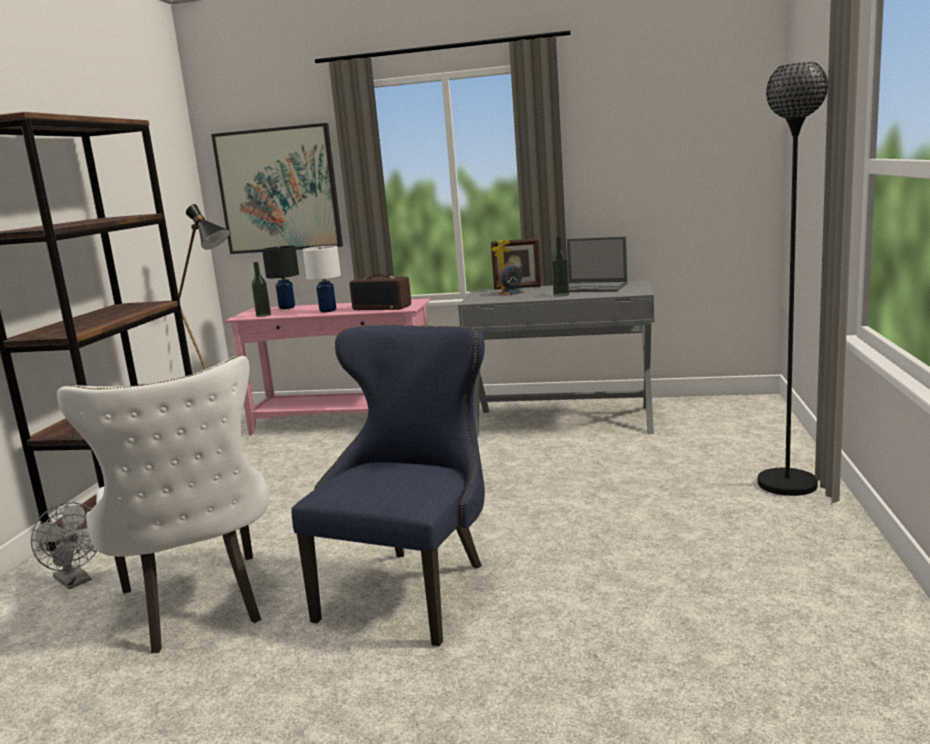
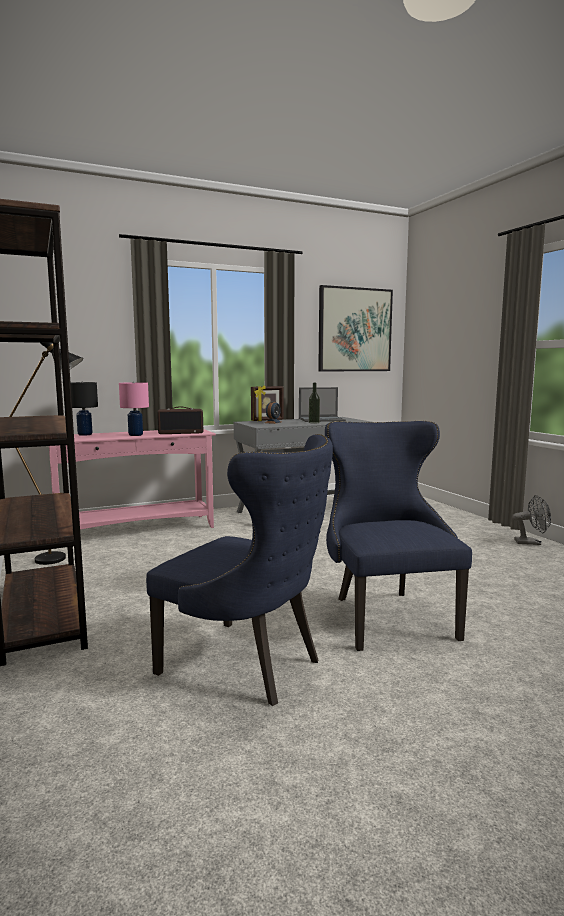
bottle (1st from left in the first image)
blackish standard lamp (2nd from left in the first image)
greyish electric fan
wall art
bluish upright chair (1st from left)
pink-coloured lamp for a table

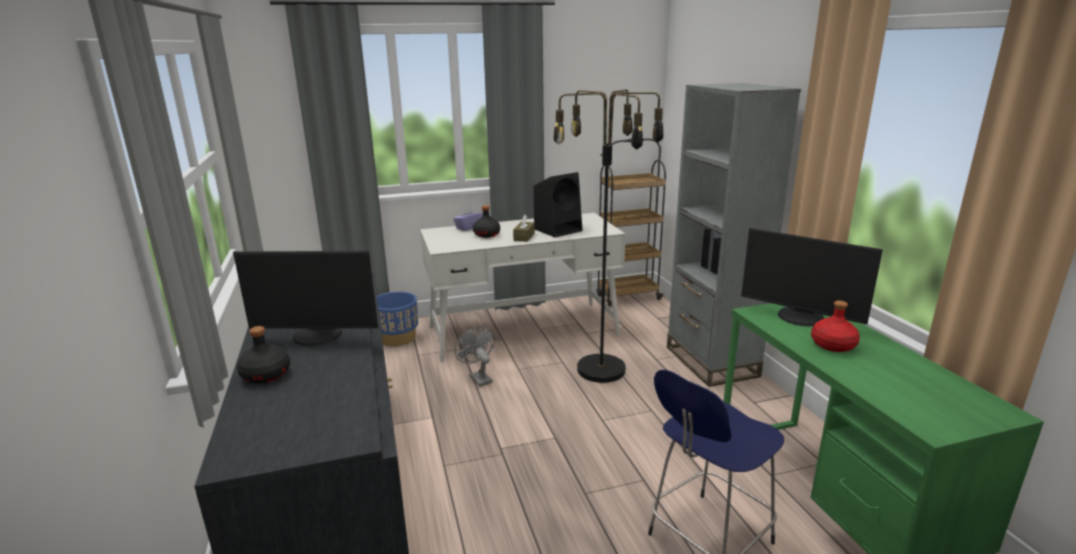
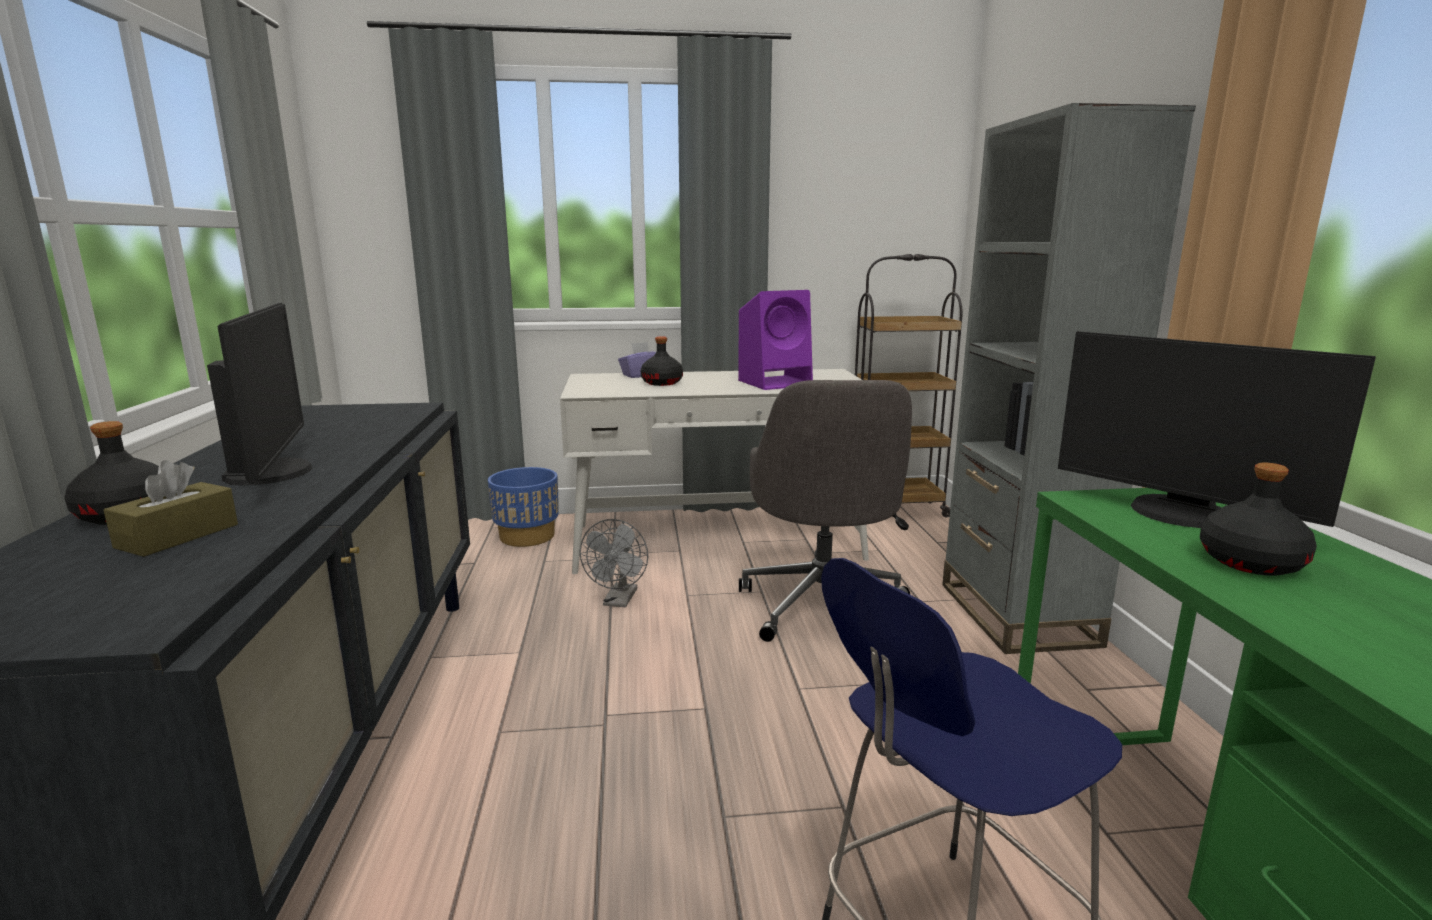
brown box of tissues
greyish office chair
purplish loudspeaker
blackish bottle (3rd from left)
monitor (1st from left)
greyish electric fan

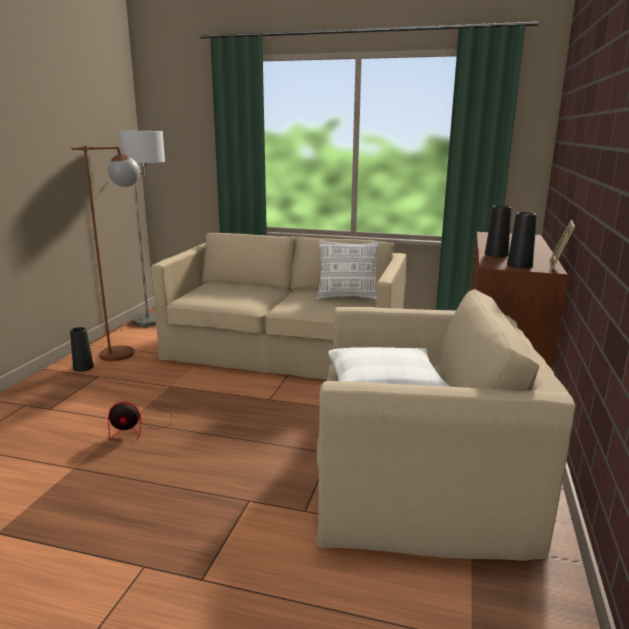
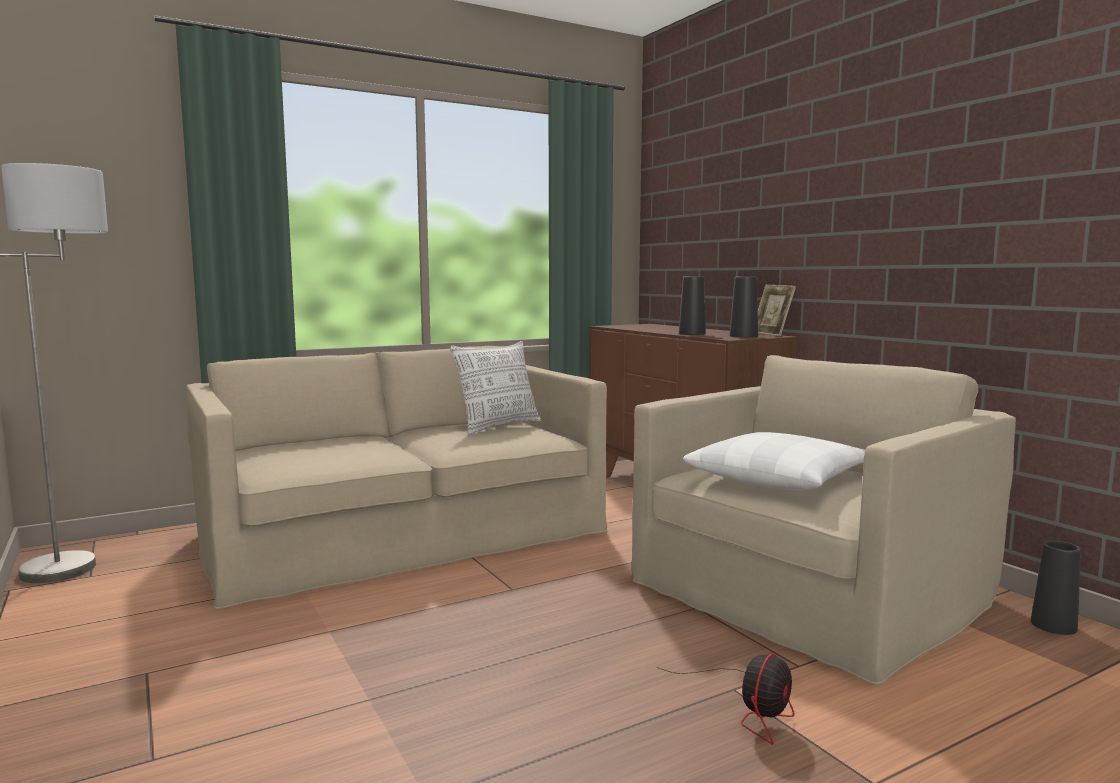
brown standard lamp
blackish vase (3rd from left)
electric fan

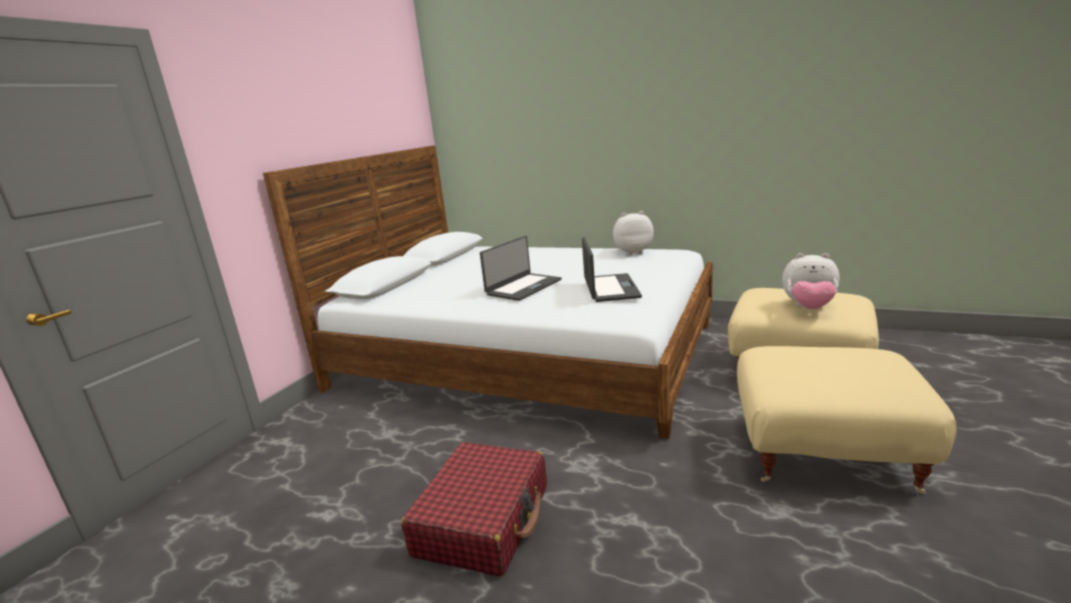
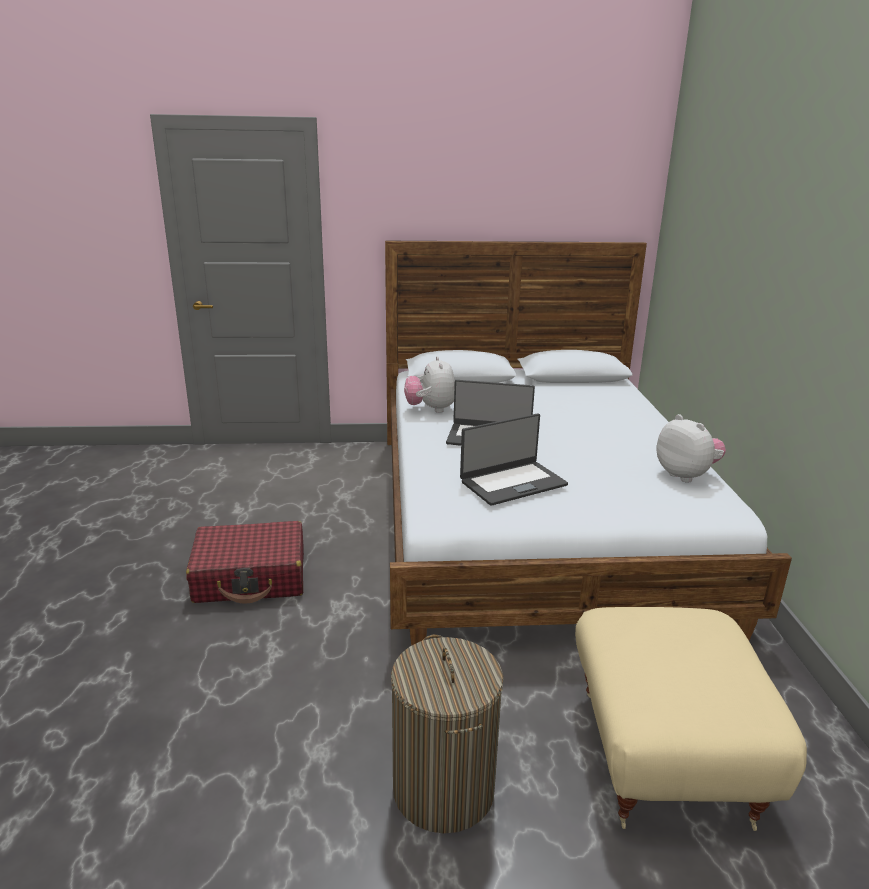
plush toy (1st from left)
laundry basket

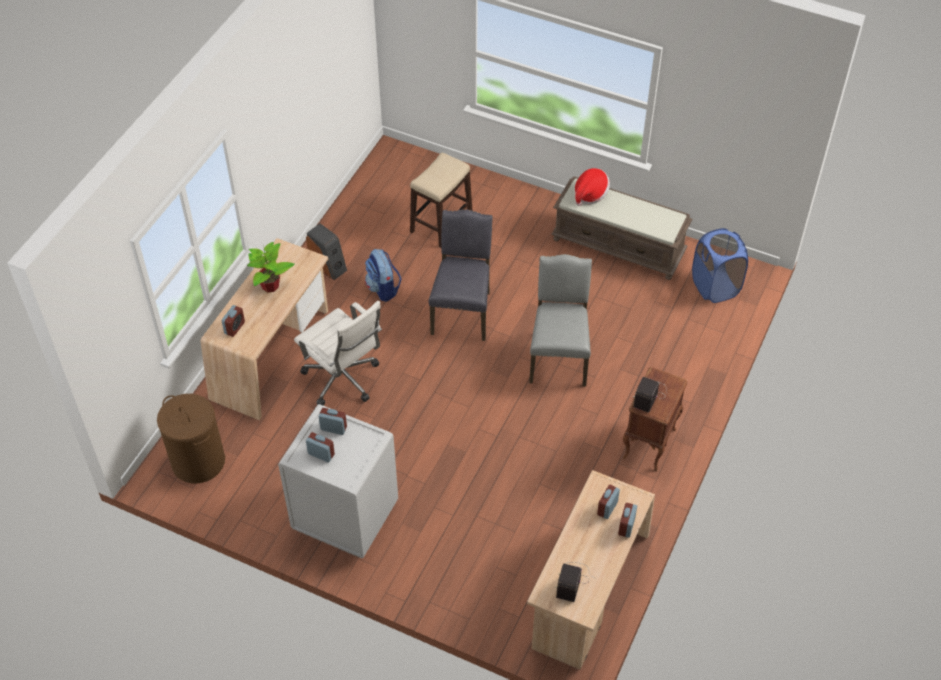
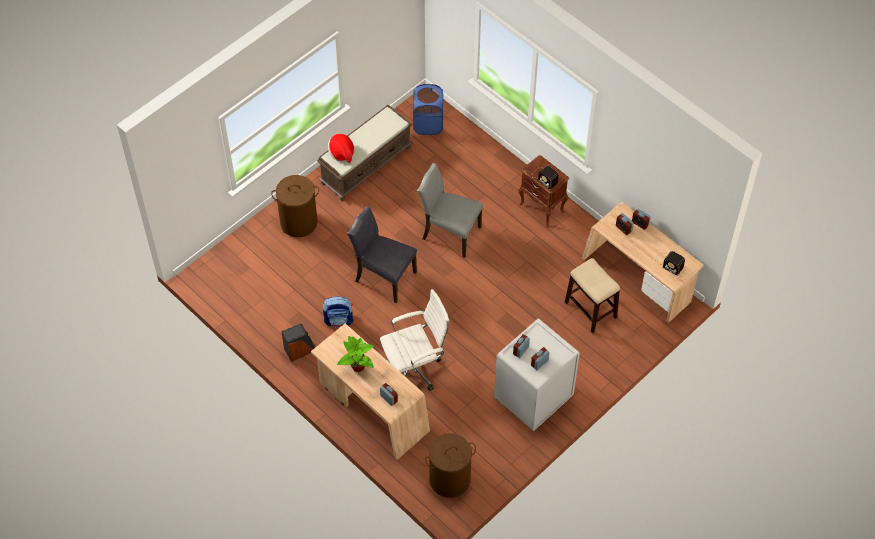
brown laundry basket (1st from left)
stool seat

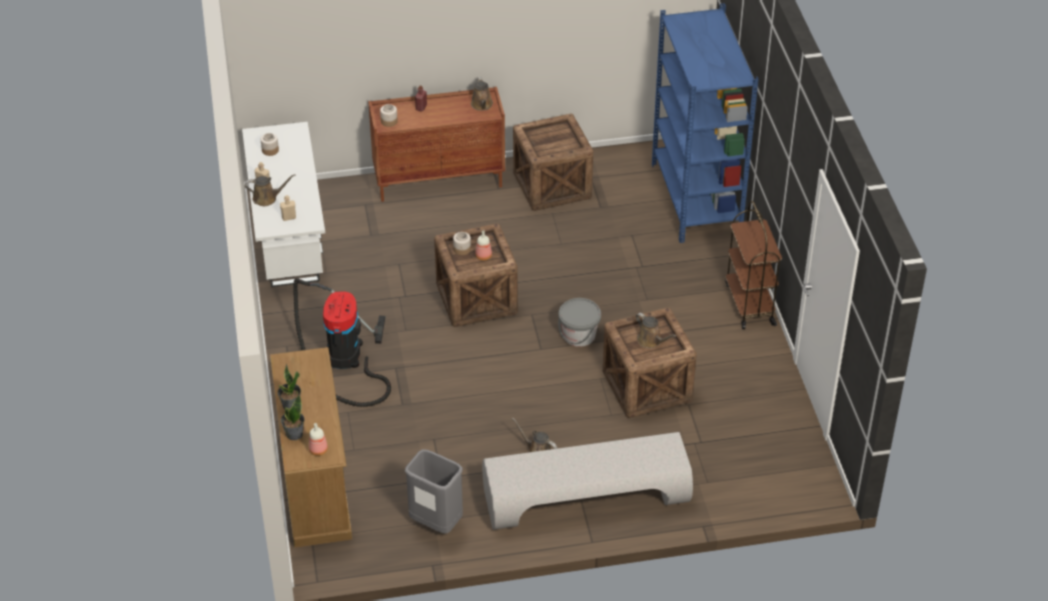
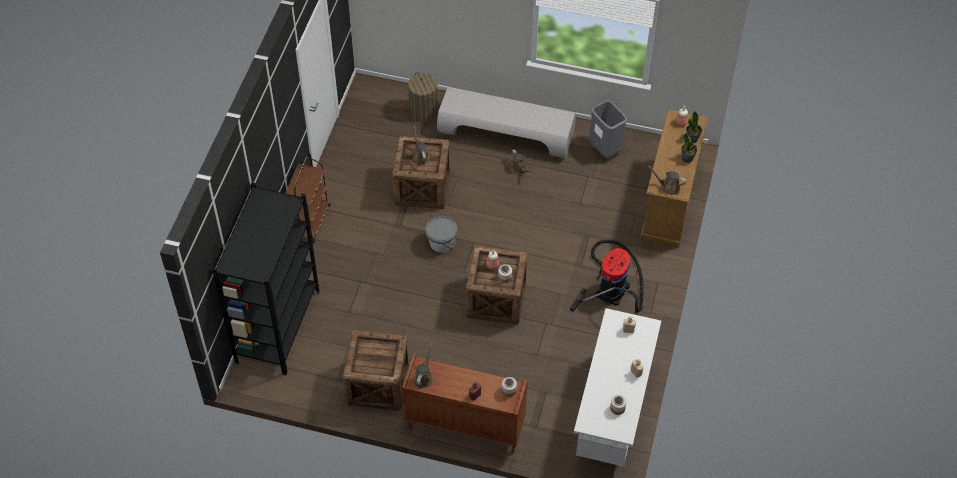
laundry basket
brown watering can (4th from left)
blackish bookcase

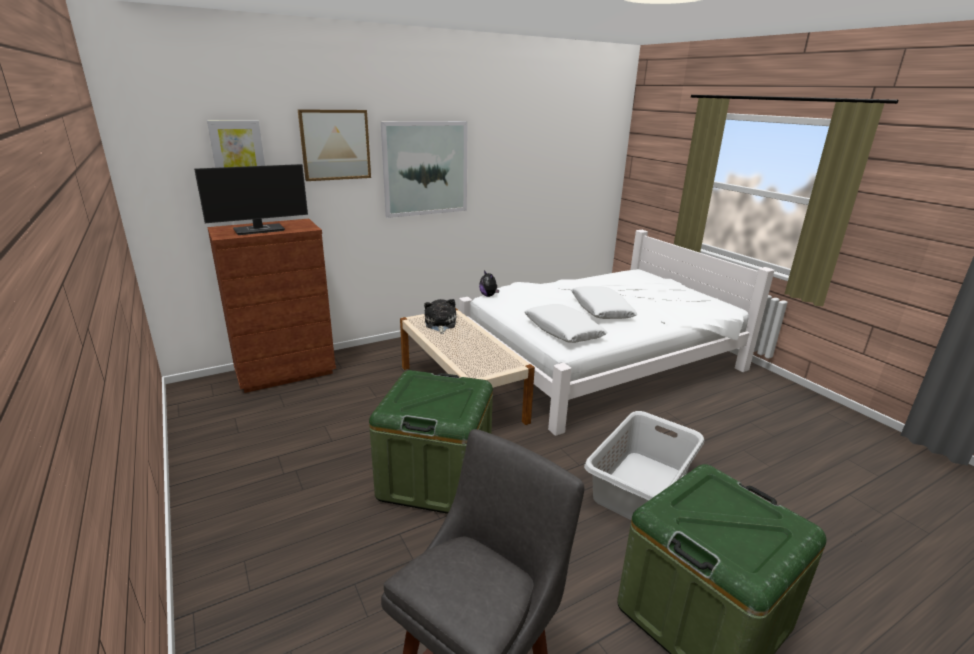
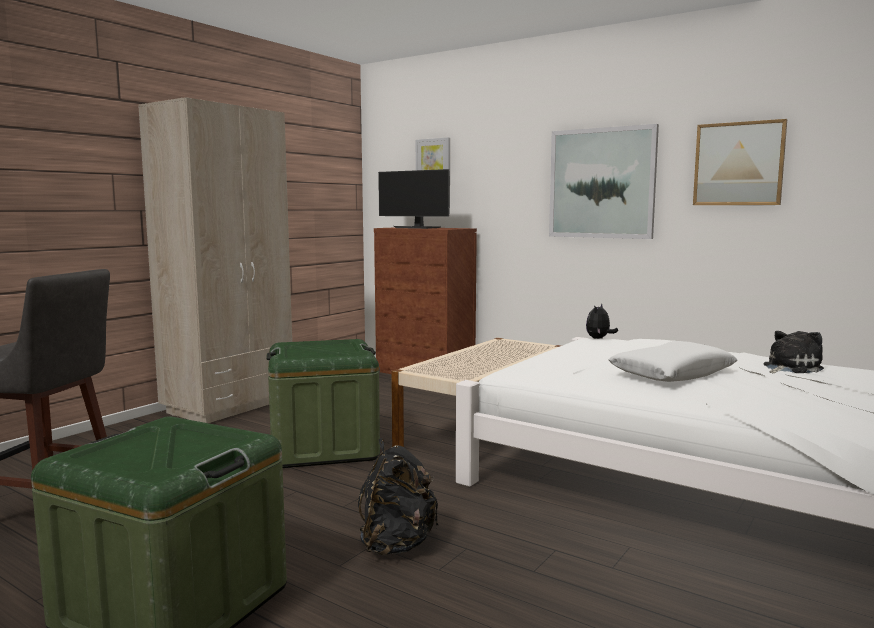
white-coloured pillow (1st from left in the first image)
sand-coloured armoire
wall art (3rd from left)
plush toy (2nd from left)
blackish rucksack

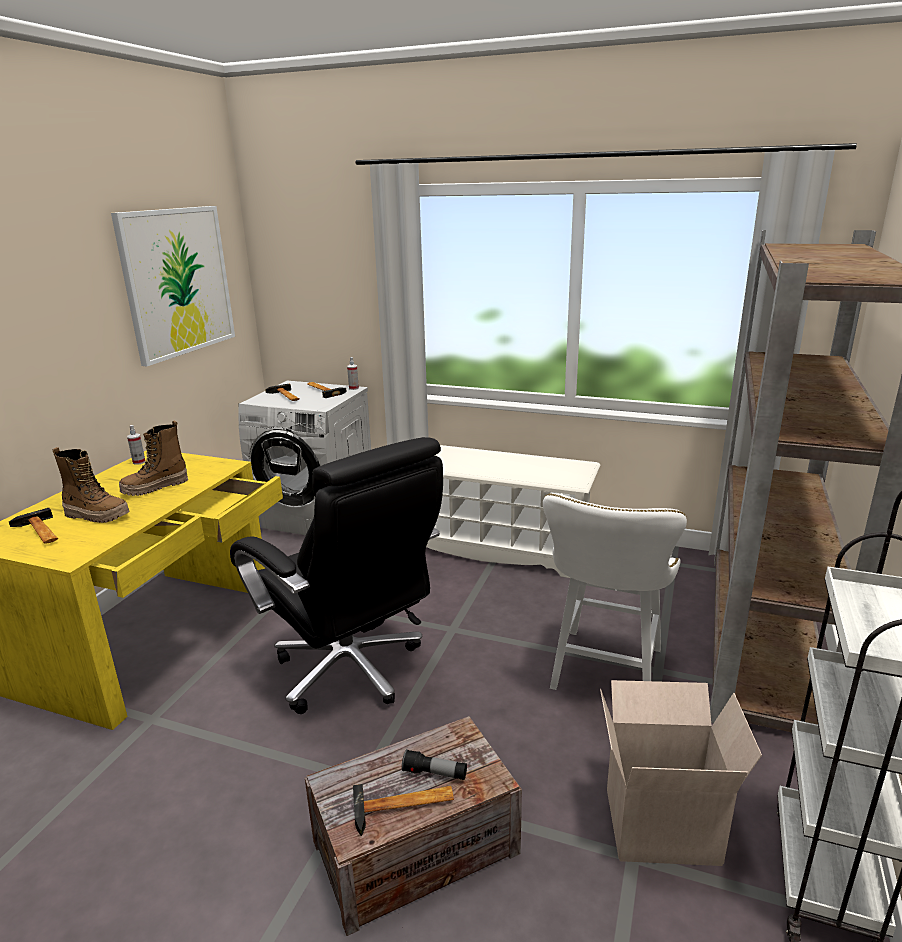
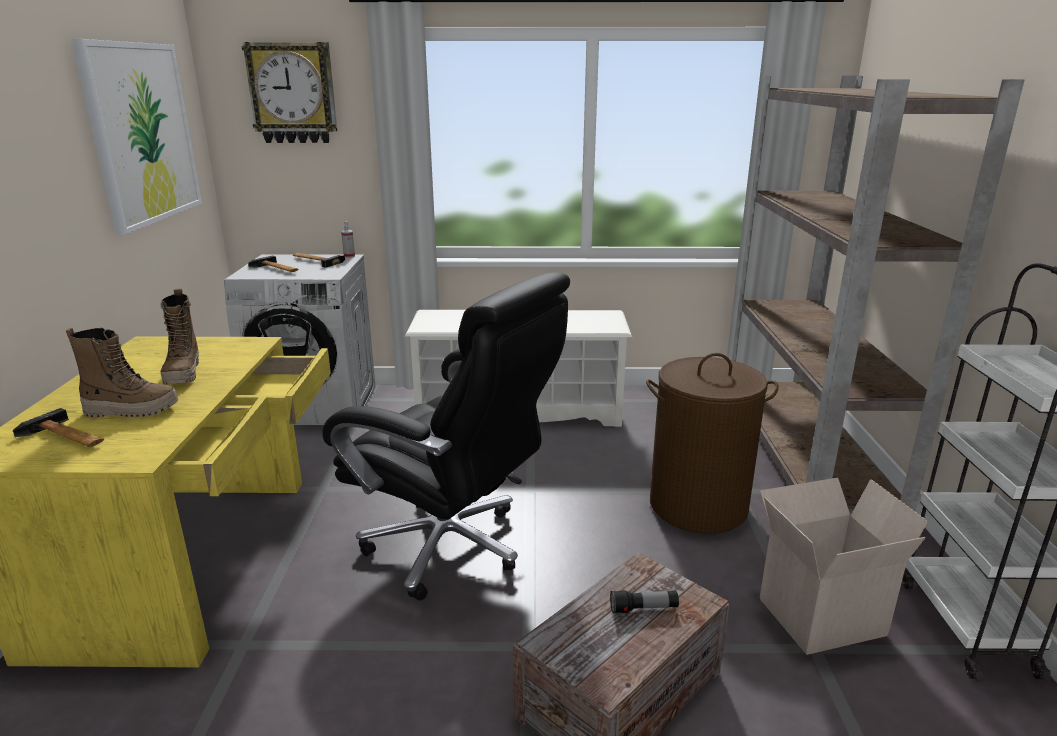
sprayer (1st from left in the first image)
tool hammer (4th from left in the first image)
wall clock
brown laundry basket
high-top boot (2nd from left)

